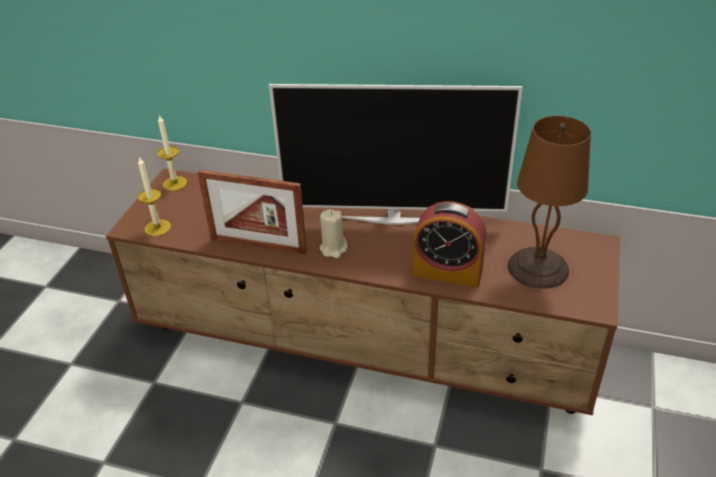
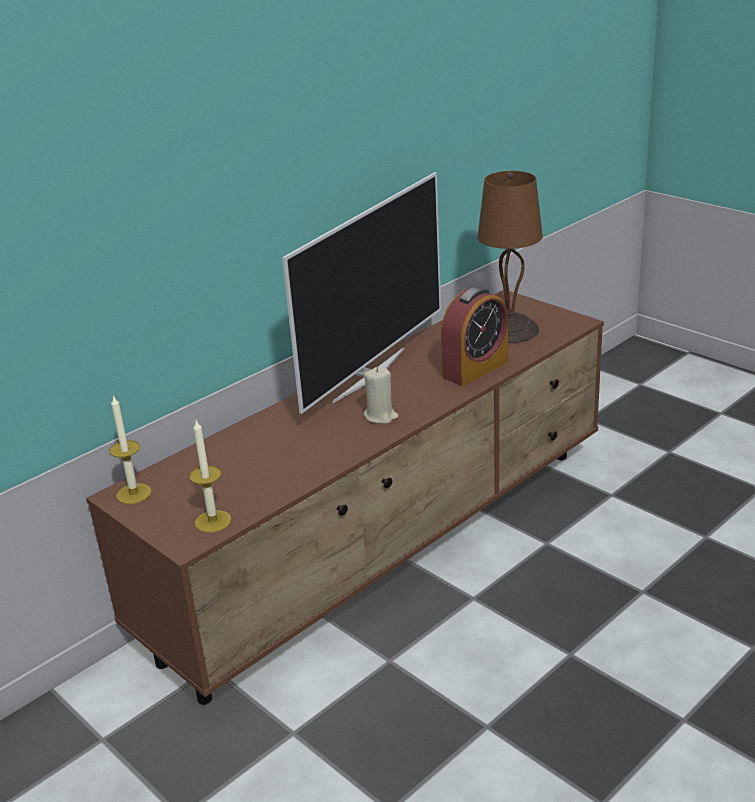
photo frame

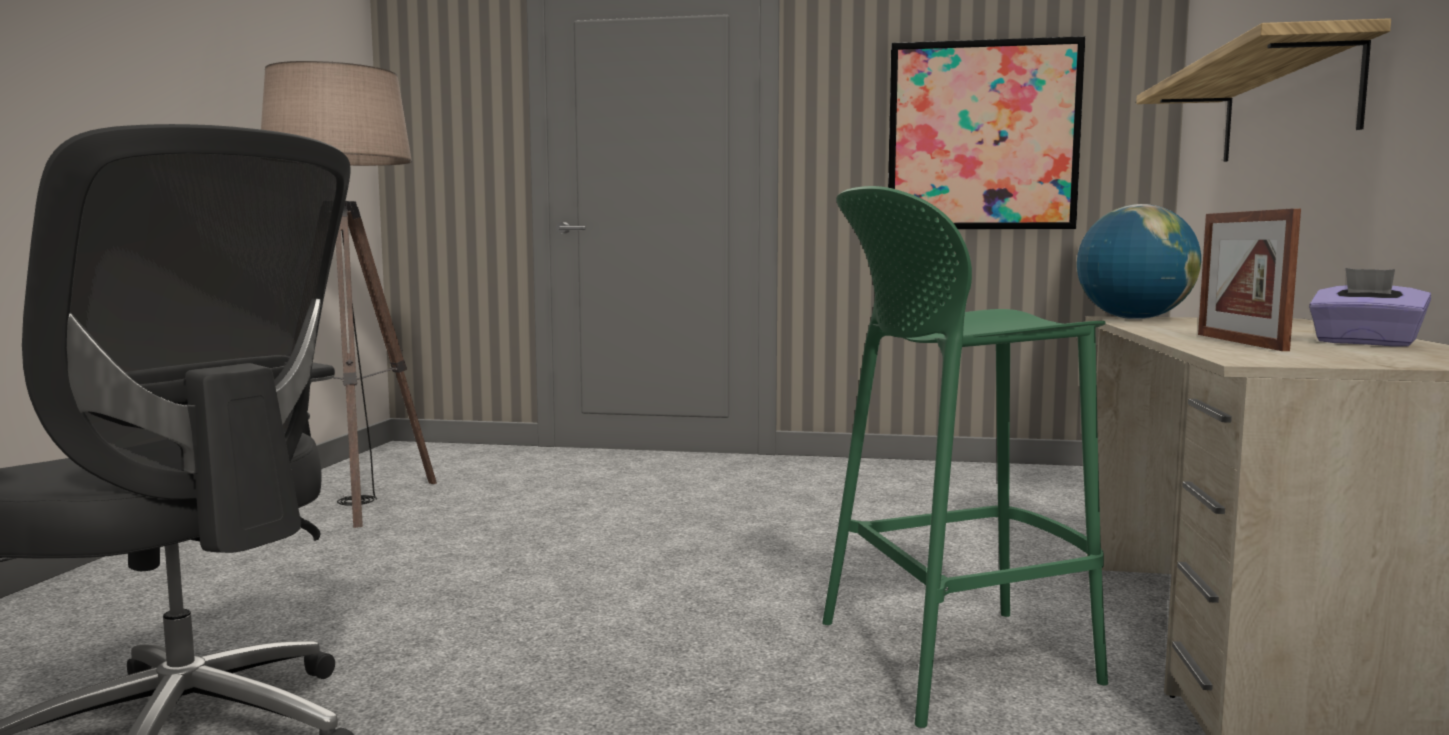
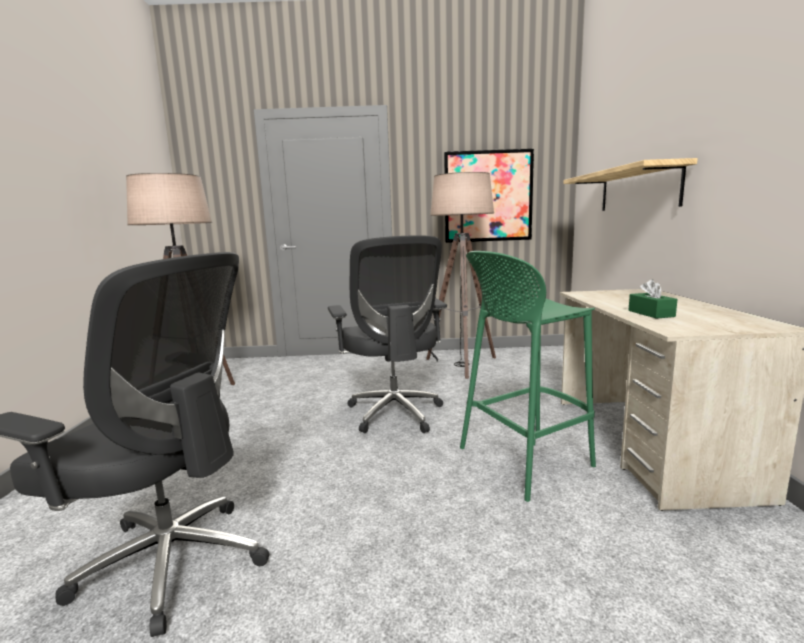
desk globe
purplish box of tissues
office chair (2nd from left)
standard lamp (2nd from left)
green-coloured box of tissues

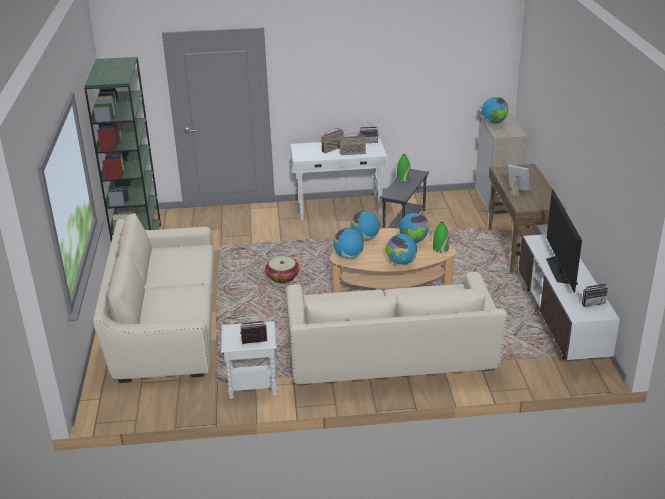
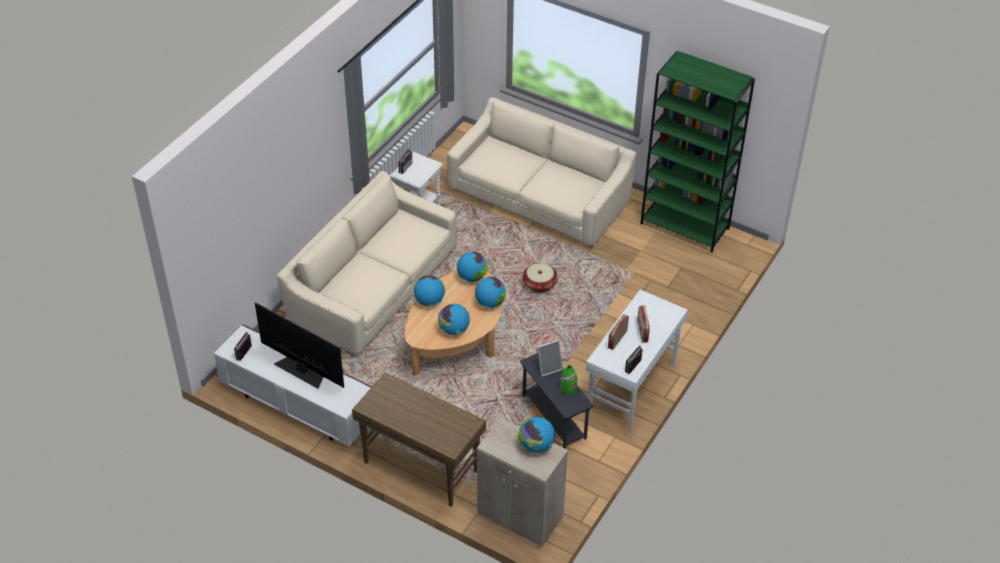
green-coloured vase (2nd from left in the first image)
photo frame

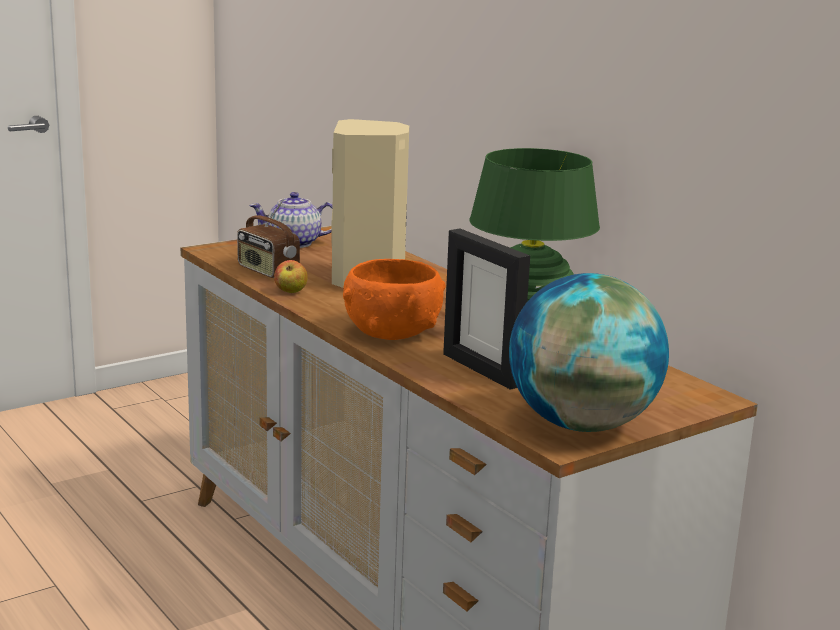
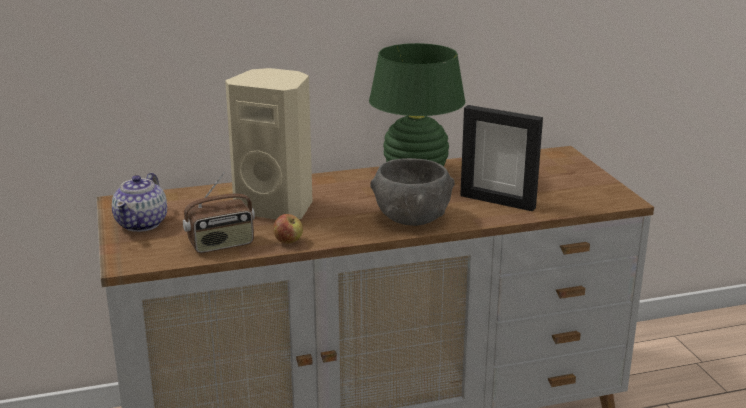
desk globe
greyish bowl
photo frame

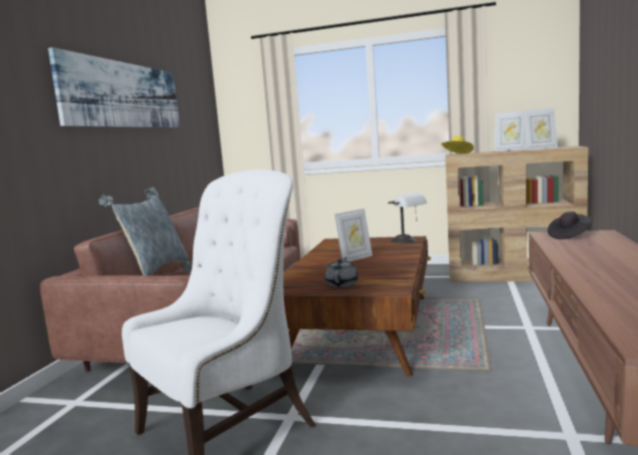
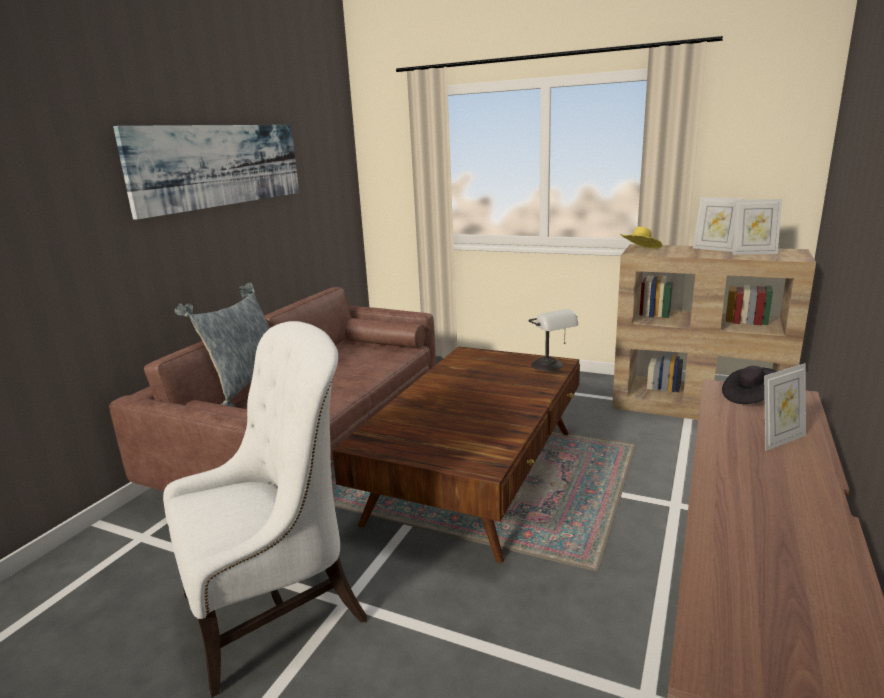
greyish tea pot
photo frame (3rd from left)

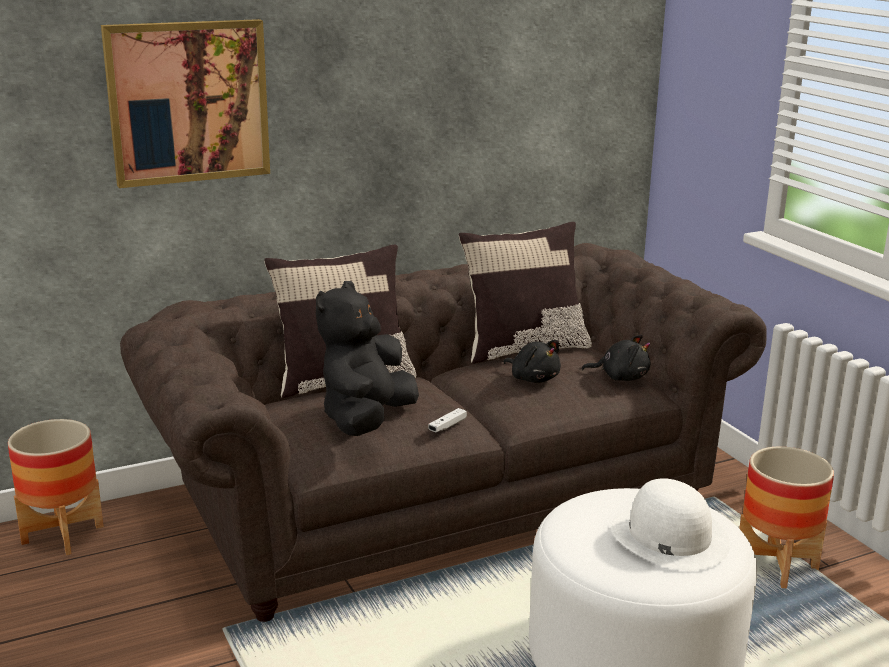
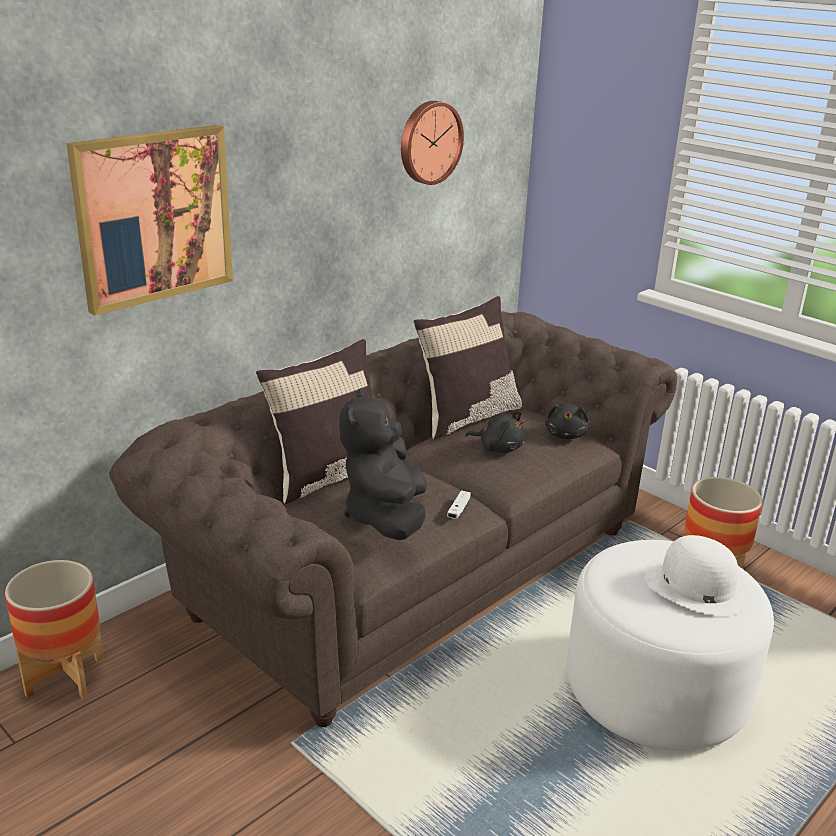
wall clock
blackish plush toy (3rd from left)

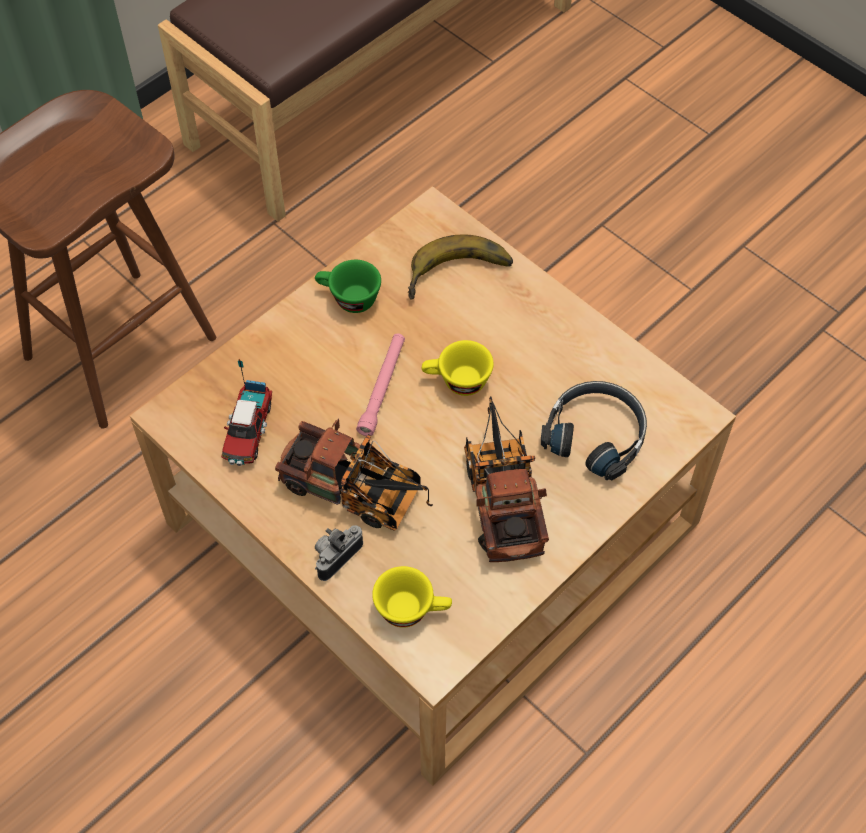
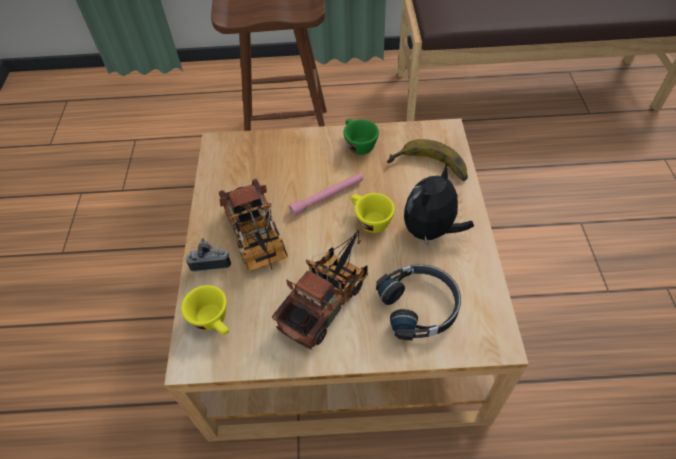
toy truck (1st from left in the first image)
plush toy

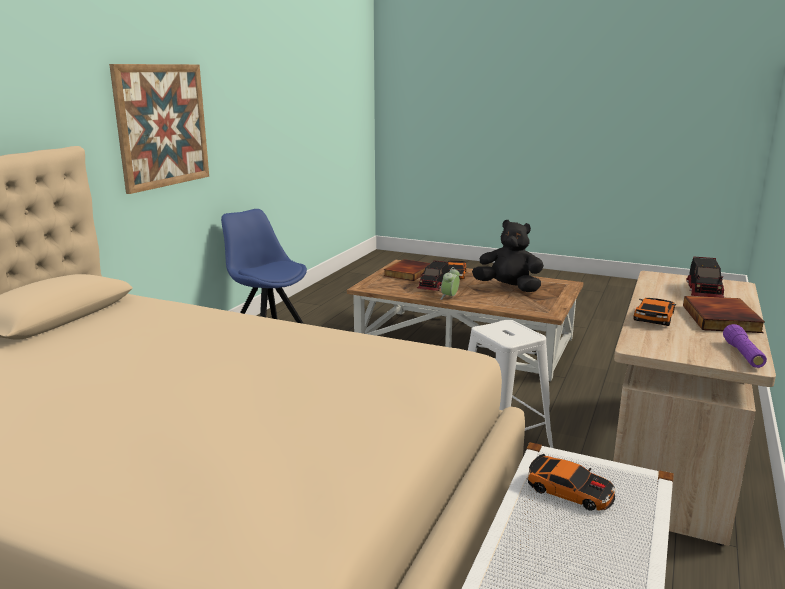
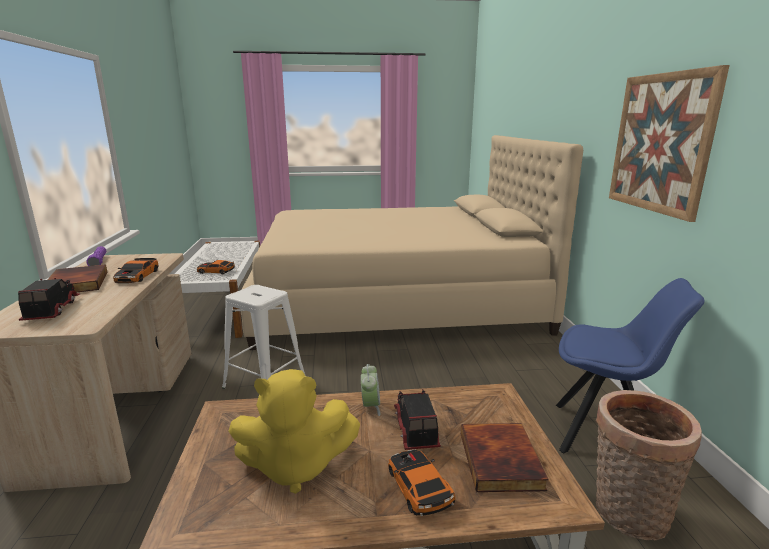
basket
yellow-coloured plush toy

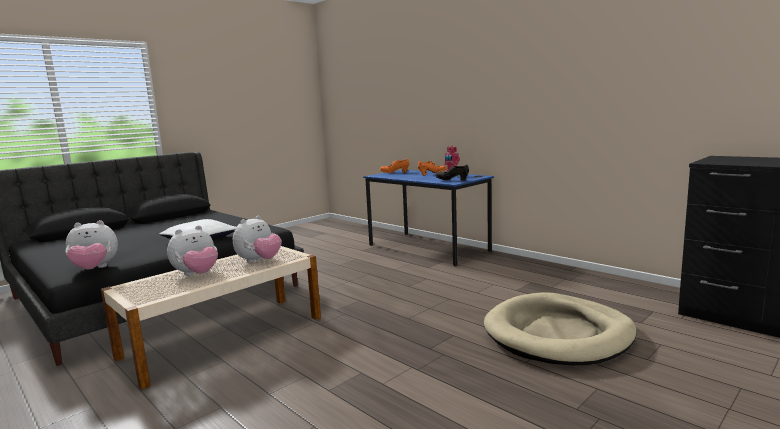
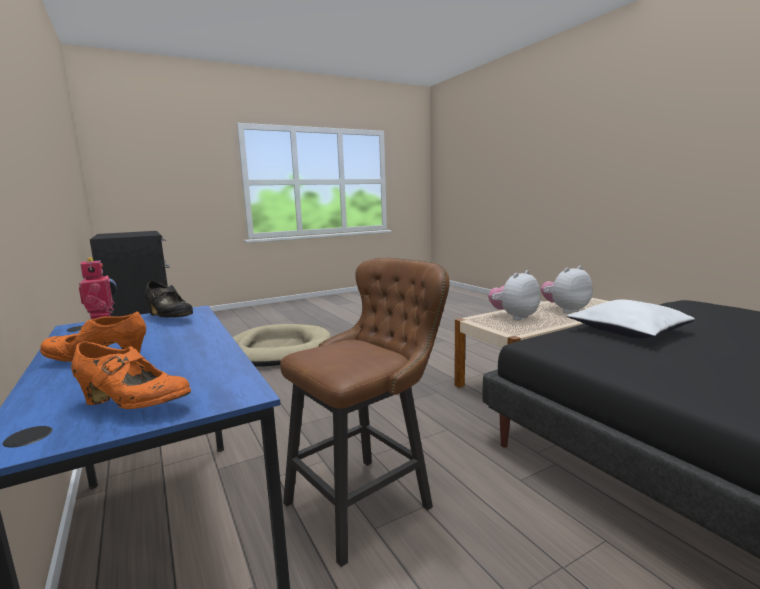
plush toy (1st from left in the first image)
brown stool seat

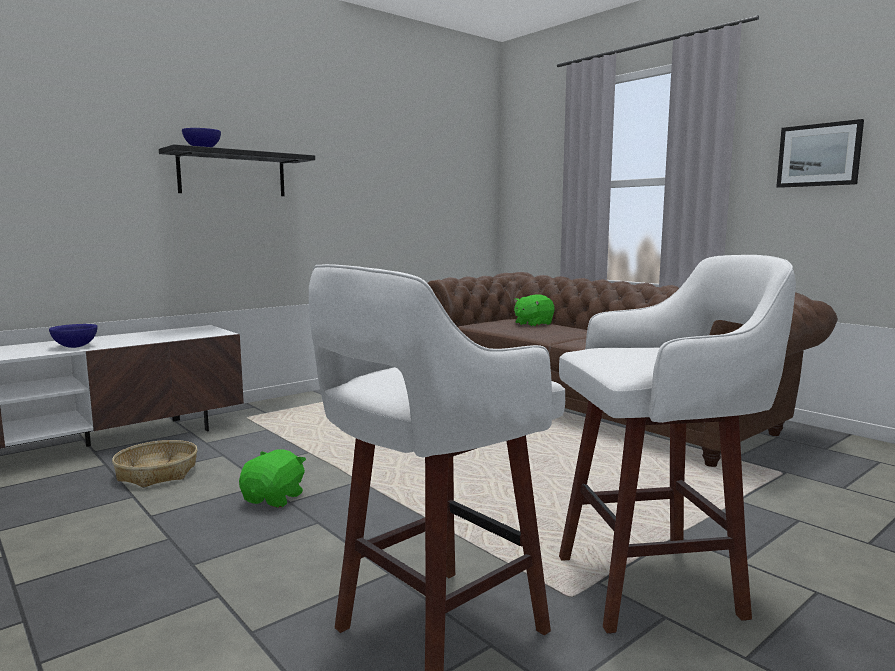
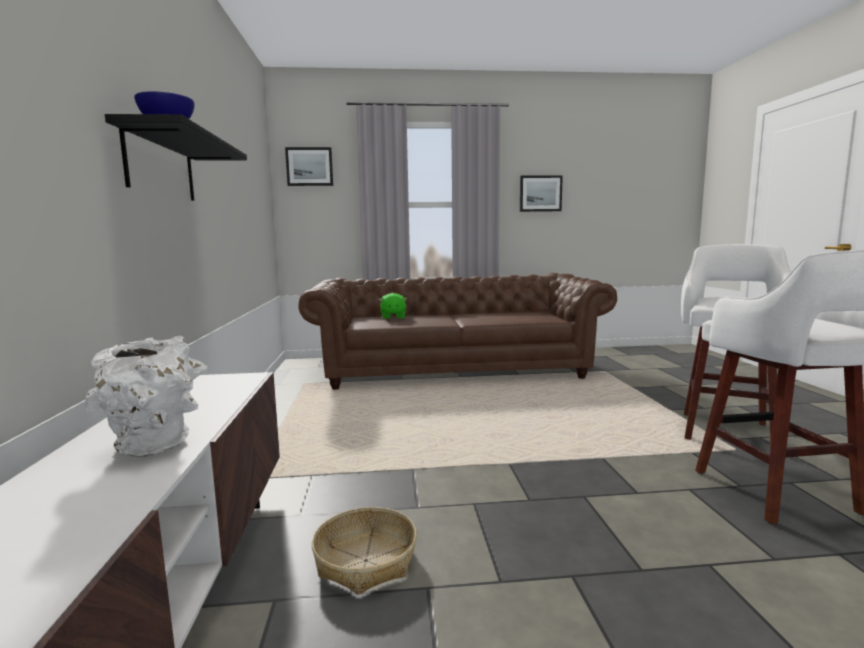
green-coloured plush toy (1st from left in the first image)
wall art (1st from left)
white-coloured vase

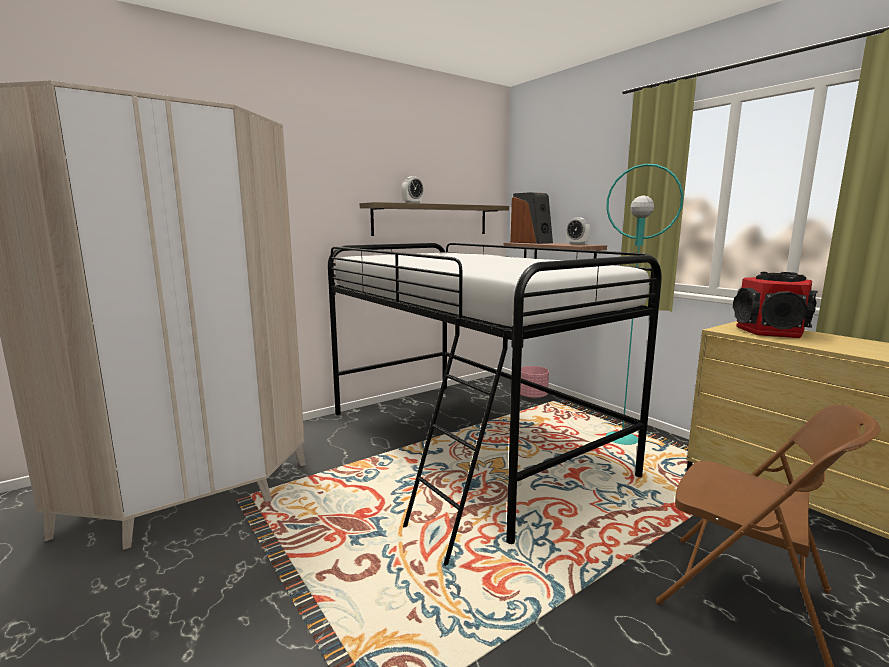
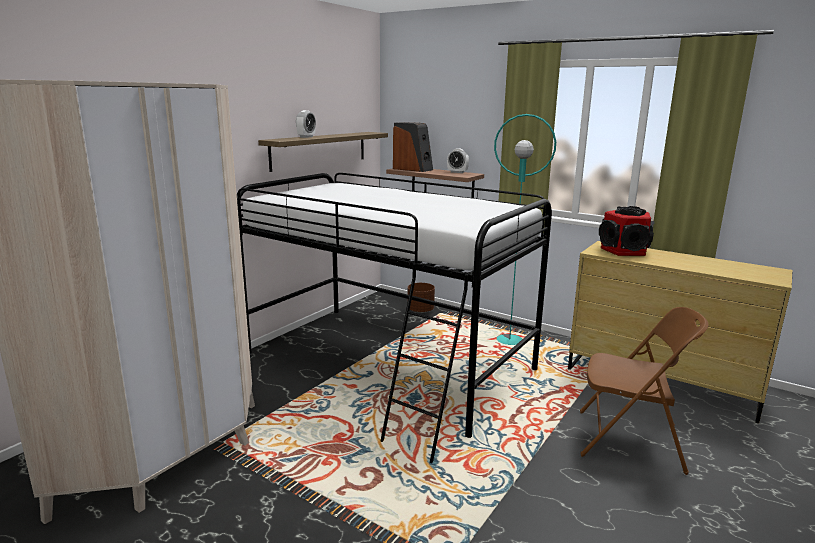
brown planter

